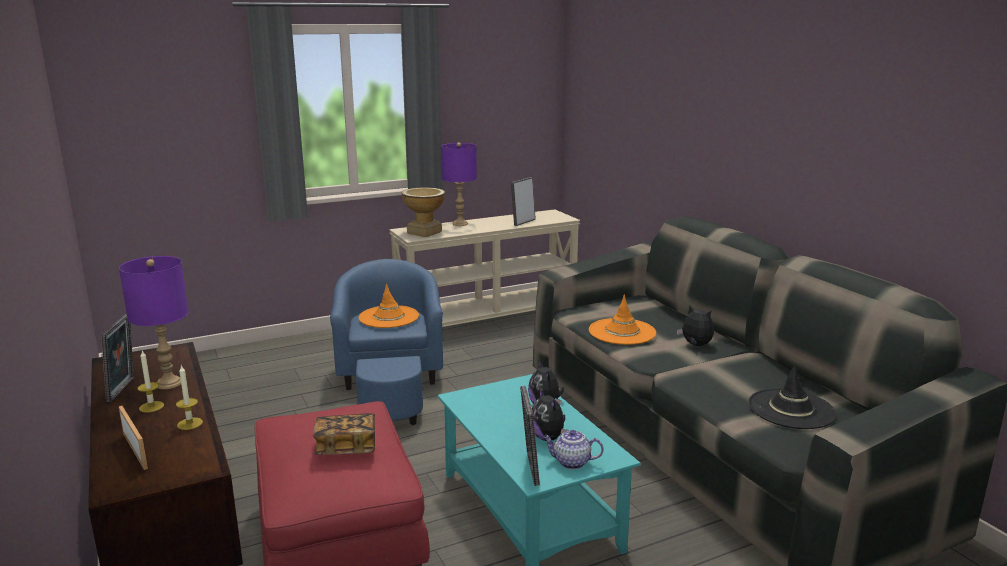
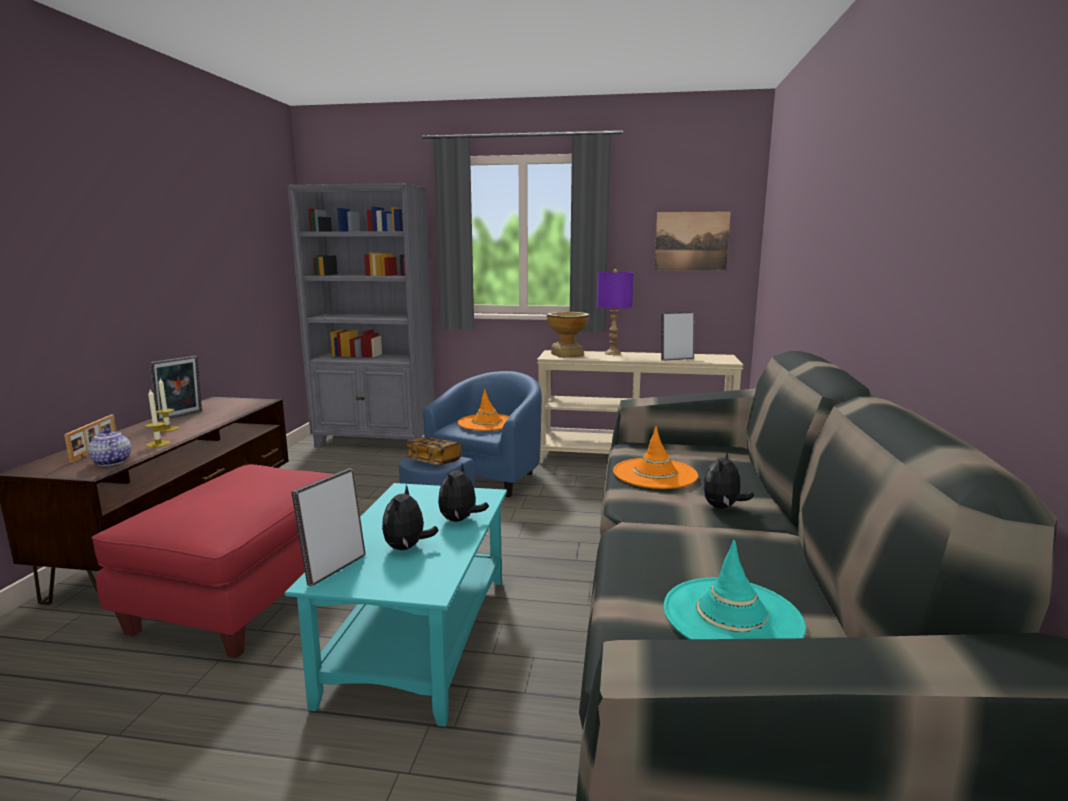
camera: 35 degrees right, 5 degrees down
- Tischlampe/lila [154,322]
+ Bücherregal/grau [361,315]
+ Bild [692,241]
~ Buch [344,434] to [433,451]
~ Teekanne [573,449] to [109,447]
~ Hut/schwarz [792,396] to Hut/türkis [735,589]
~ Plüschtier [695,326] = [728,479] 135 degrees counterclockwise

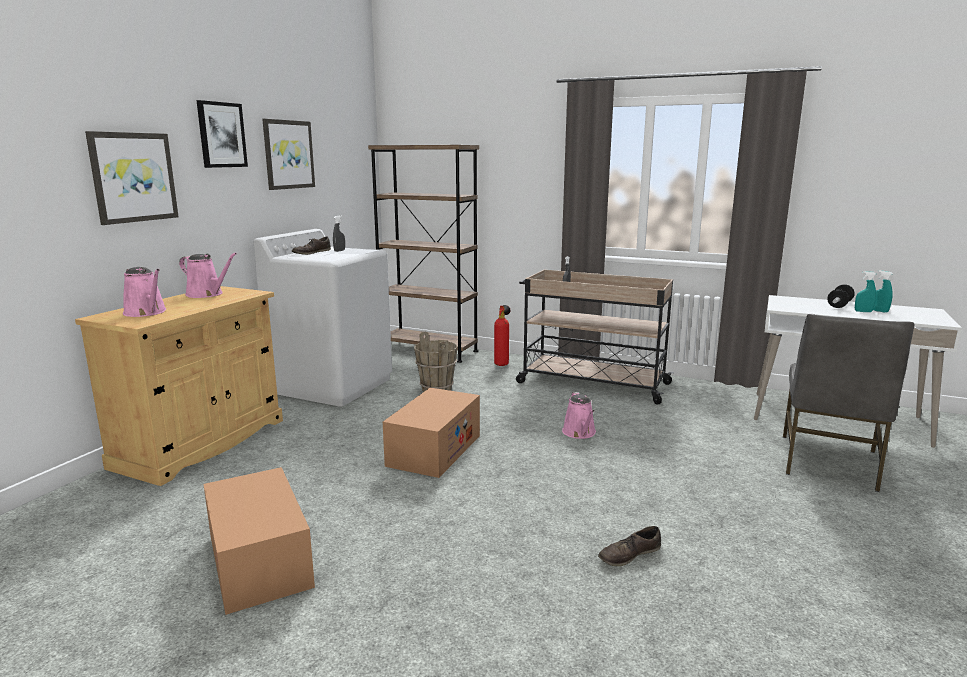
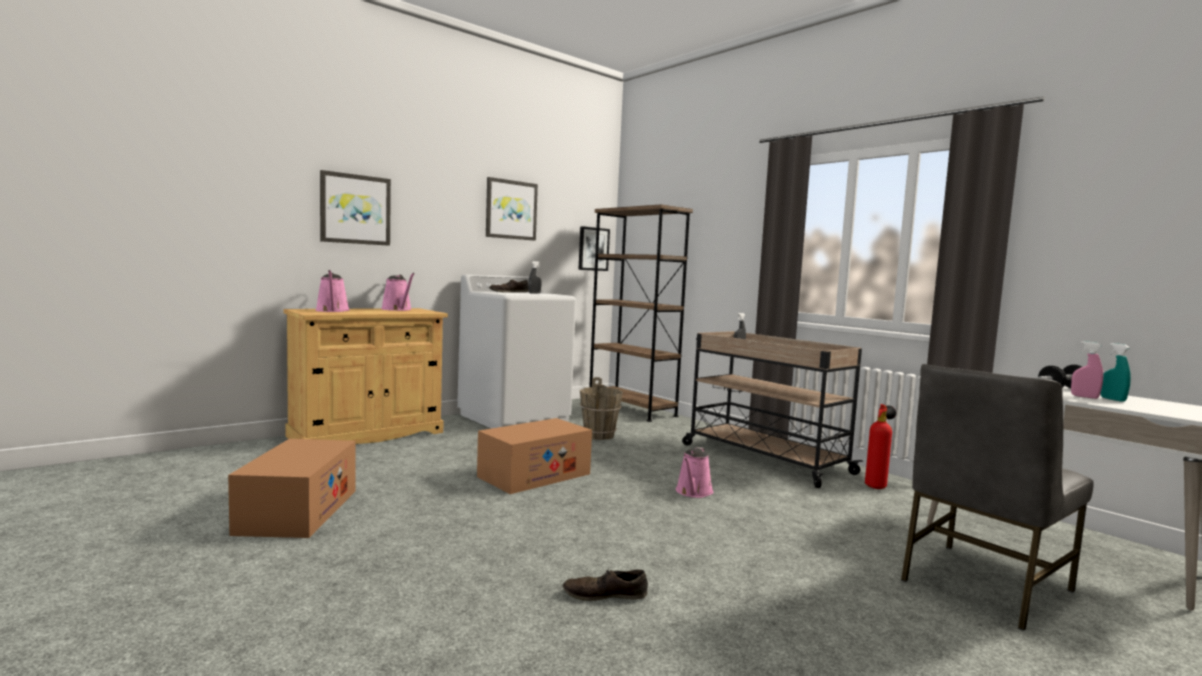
camera: 25 degrees right, 10 degrees down
~ Bild [222,134] to [594,248]
~ Feuerlöscher [502,335] to [880,446]
~ Sprühflasche/türkis [865,291] to Sprühflasche/rosa [1087,370]

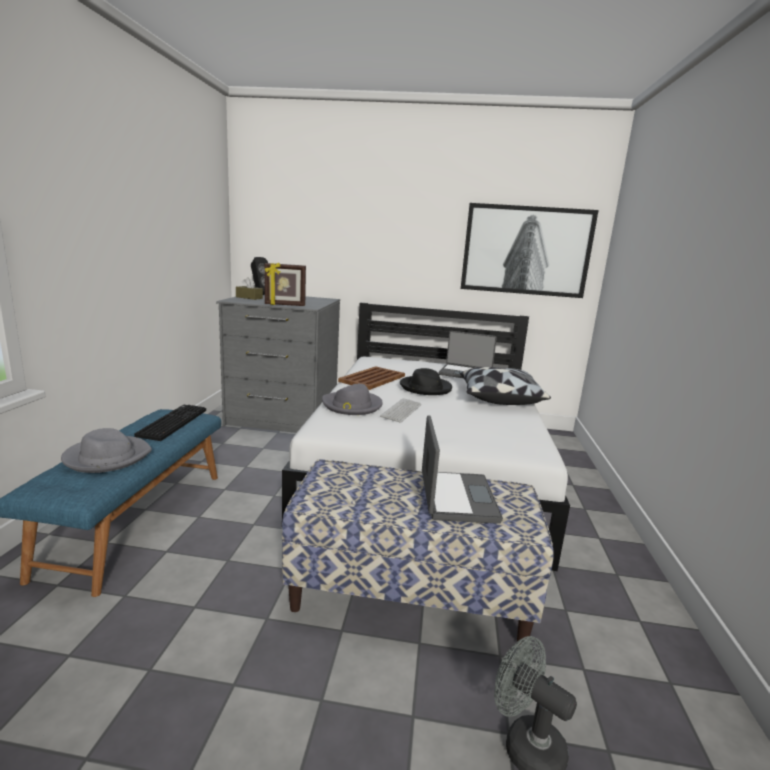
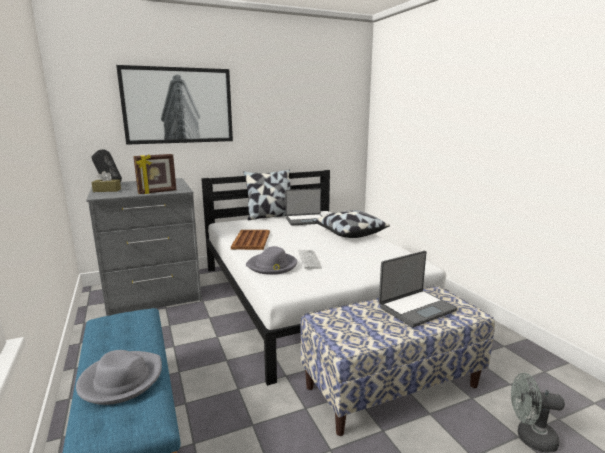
camera: 30 degrees left, 0 degrees up
- Tastatur [170,423]
- Hut/schwarz [426,381]
+ Kissen [266,195]
~ Bild [530,250] to [174,105]
~ Laptop [462,470] = [418,289] 90 degrees clockwise

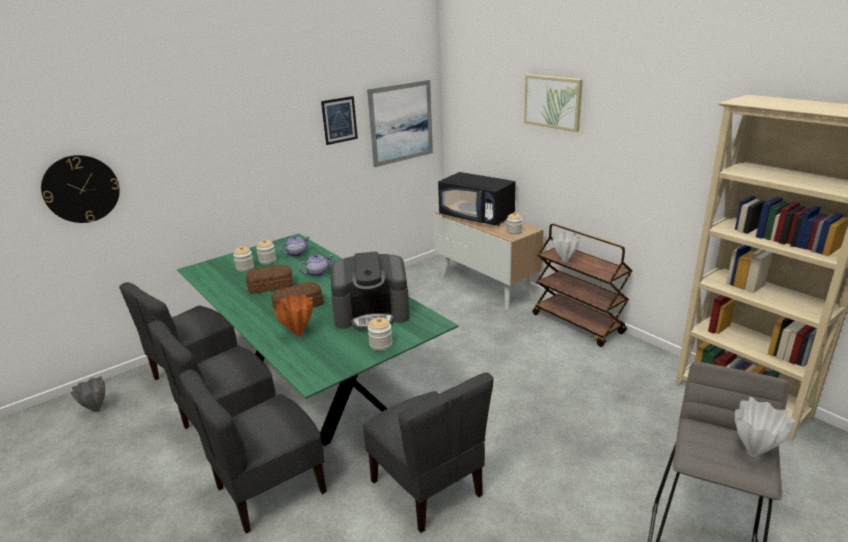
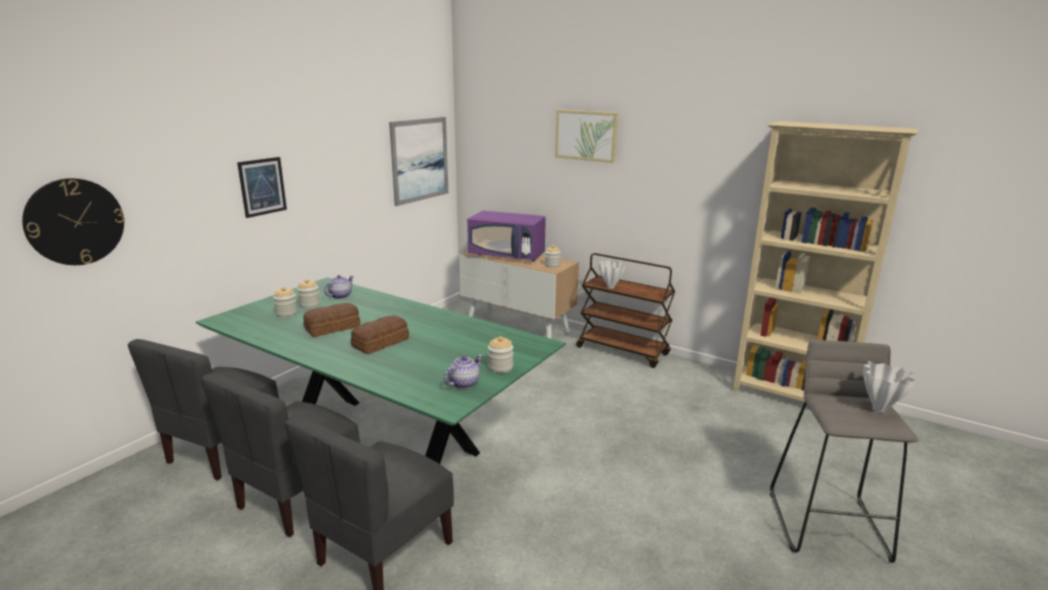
camera: 20 degrees left, 5 degrees down
- Vase/grau [88,394]
- Vase/orange [293,315]
- Kaffeemaschine [370,290]
- Stuhl/grau [428,452]
~ Teekanne [316,265] to [463,372]
~ Bild [339,120] to [262,187]
~ Mikrowelle/schwarz [477,199] to Mikrowelle/lila [506,236]

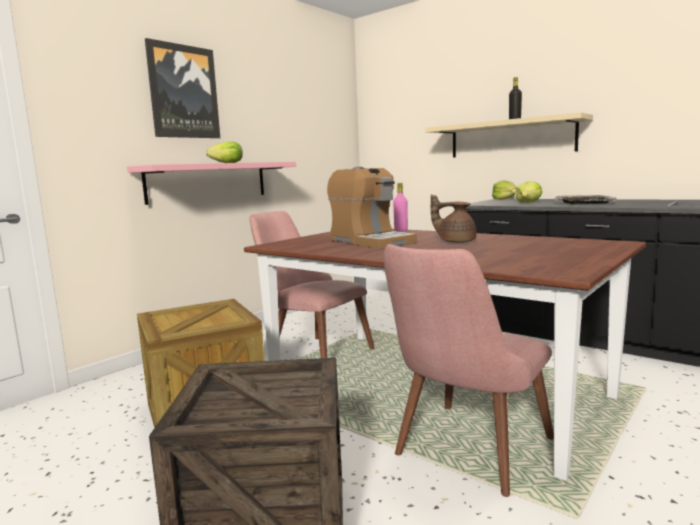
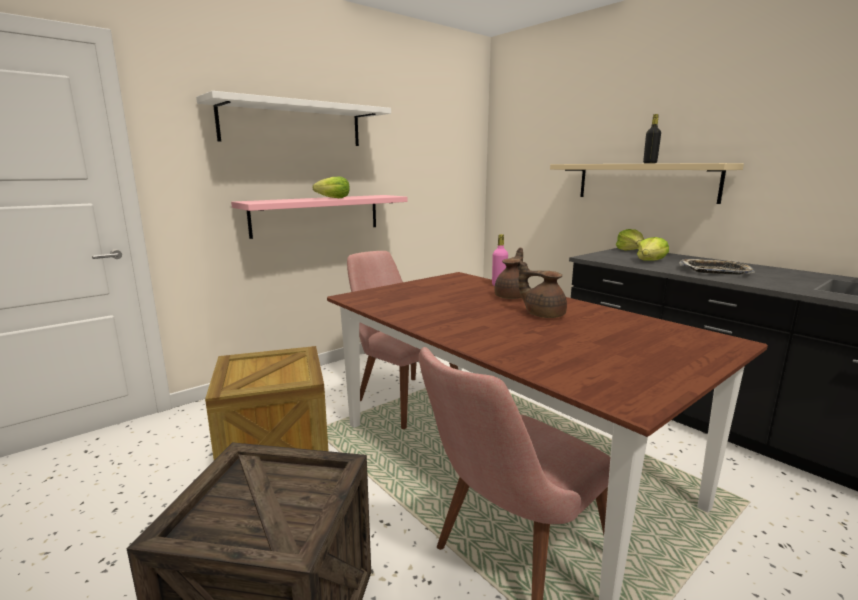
camera: 10 degrees right, 5 degrees up
- Kaffeemaschine [372,208]
+ Teekanne/braun [511,273]
~ Bild [182,88] to Wandregal/weiß [293,118]

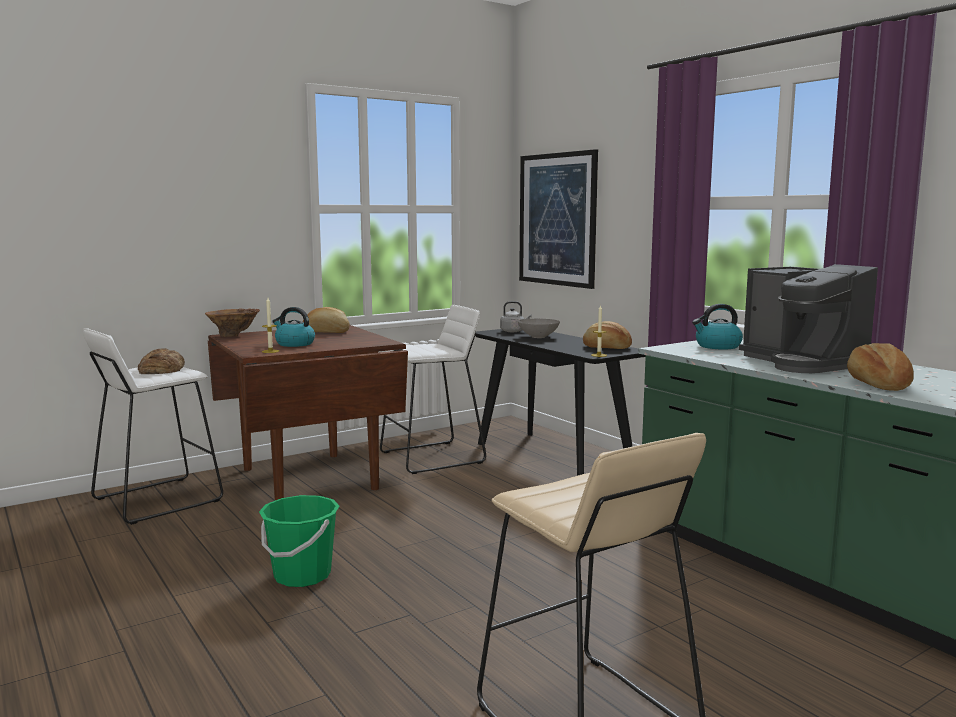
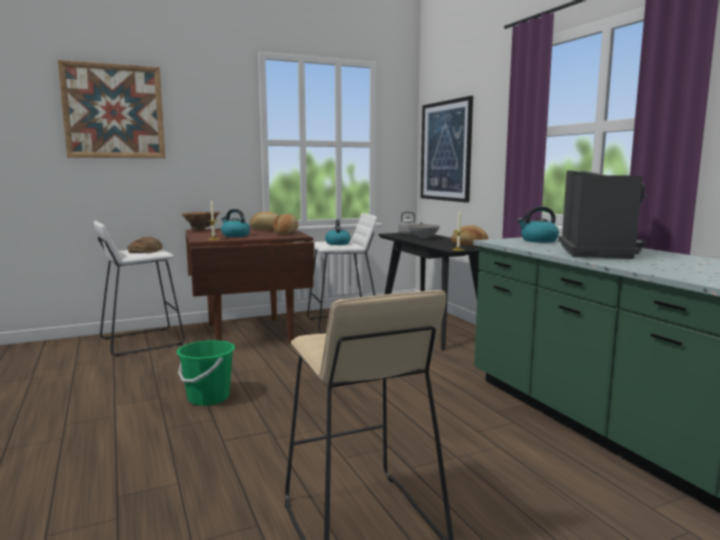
camera: 10 degrees right, 0 degrees up
+ Bild [111,109]
+ Wasserkessel [338,232]
~ Brot [880,367] to [285,224]
~ Kaffeemaschine [808,318] = [603,215] 150 degrees counterclockwise

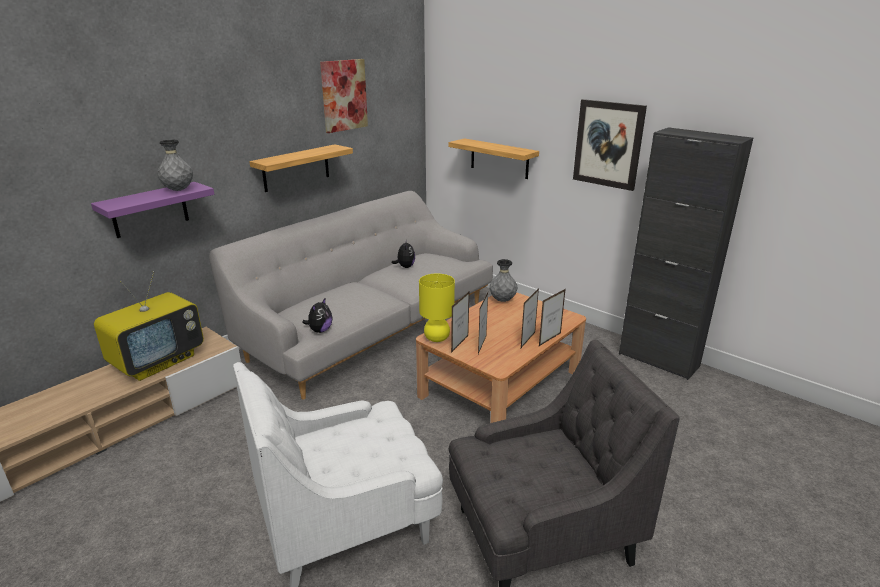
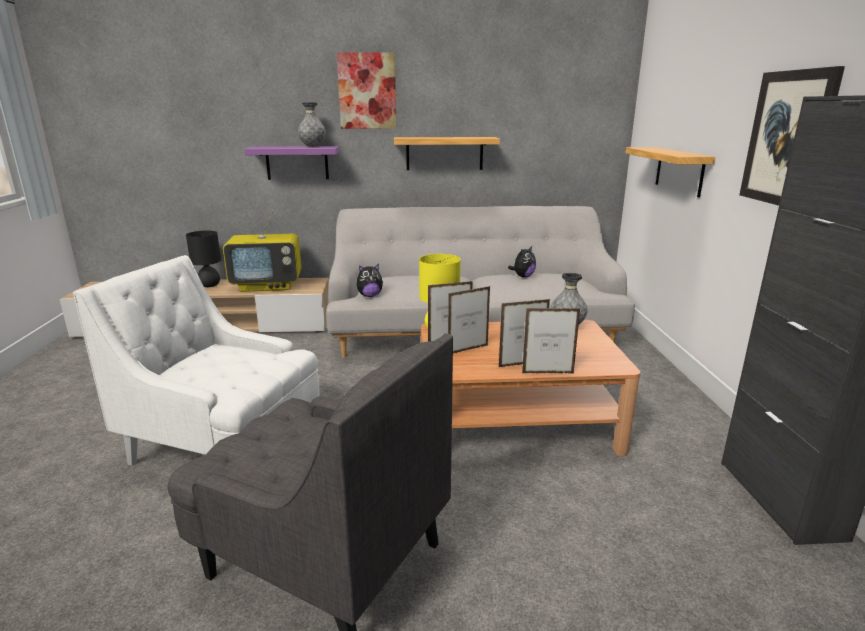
camera: 45 degrees right, 5 degrees down
+ Tischlampe/schwarz [203,258]
~ Bild [344,96] to [366,90]

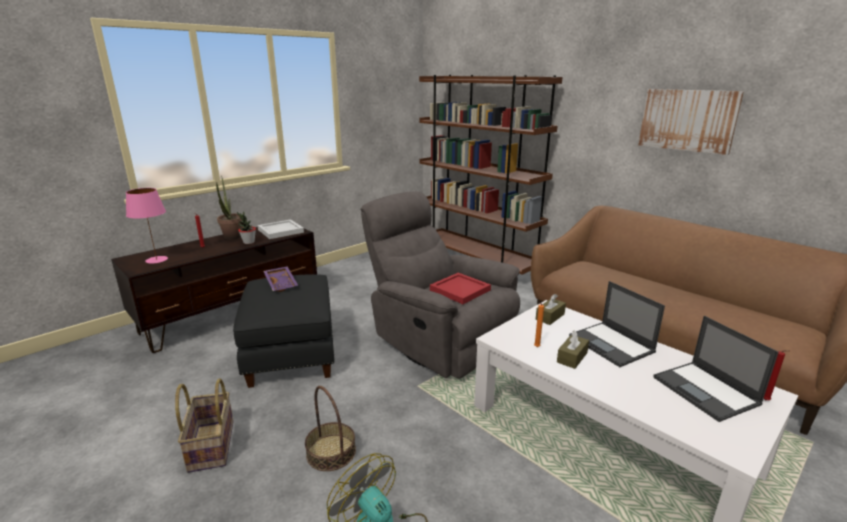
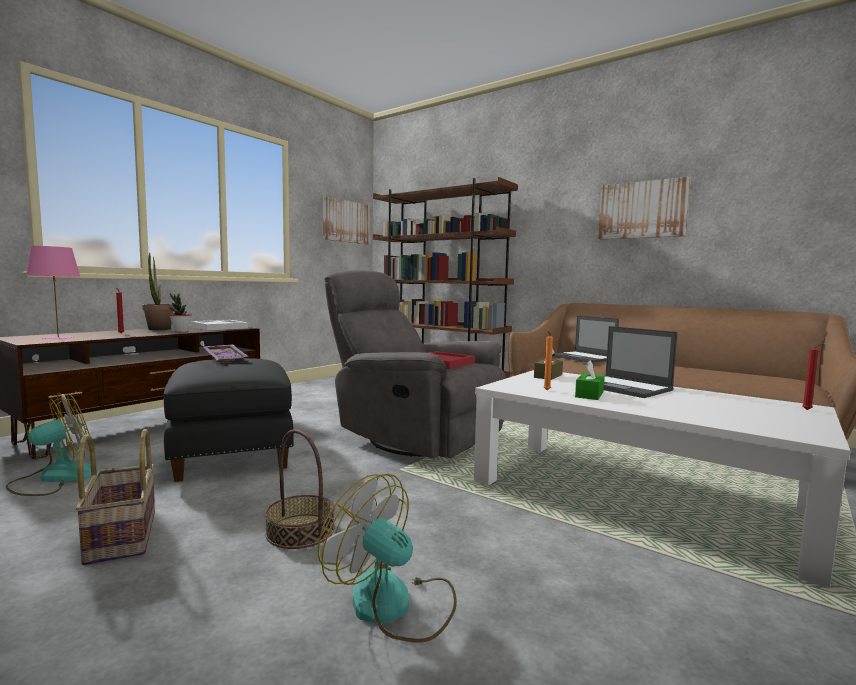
camera: 10 degrees left, 15 degrees down
+ Ventilator [52,444]
+ Bild [346,220]
~ Laptop [716,369] to [585,339]
~ Taschentuchbox/braun [573,349] to Taschentuchbox/grün [590,380]

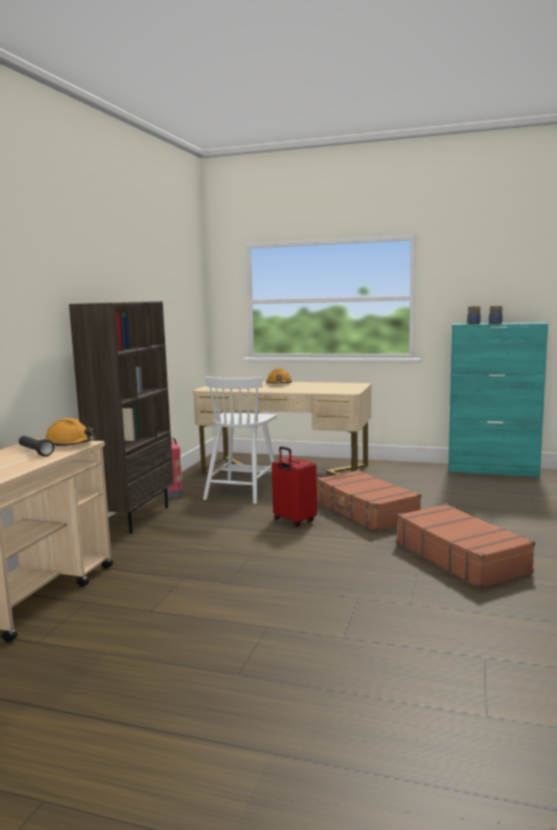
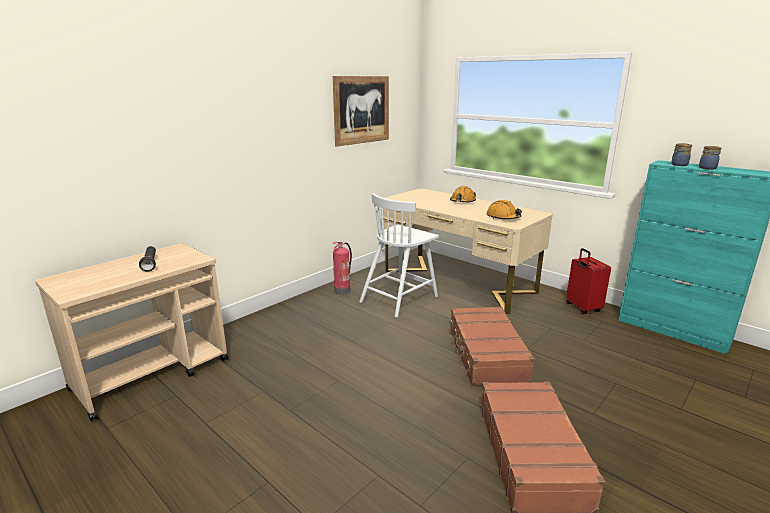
camera: 25 degrees right, 10 degrees up
- Bücherregal/braun [121,417]
+ Bild [361,111]
~ Schutzhelm/orange [70,432] to [504,209]
~ Koffer/rot [294,486] to [588,281]

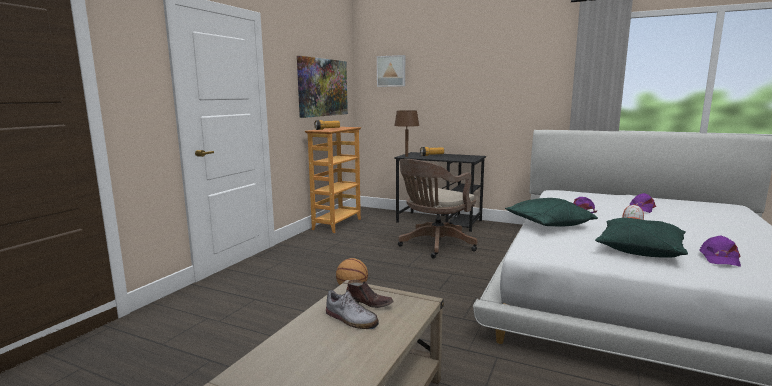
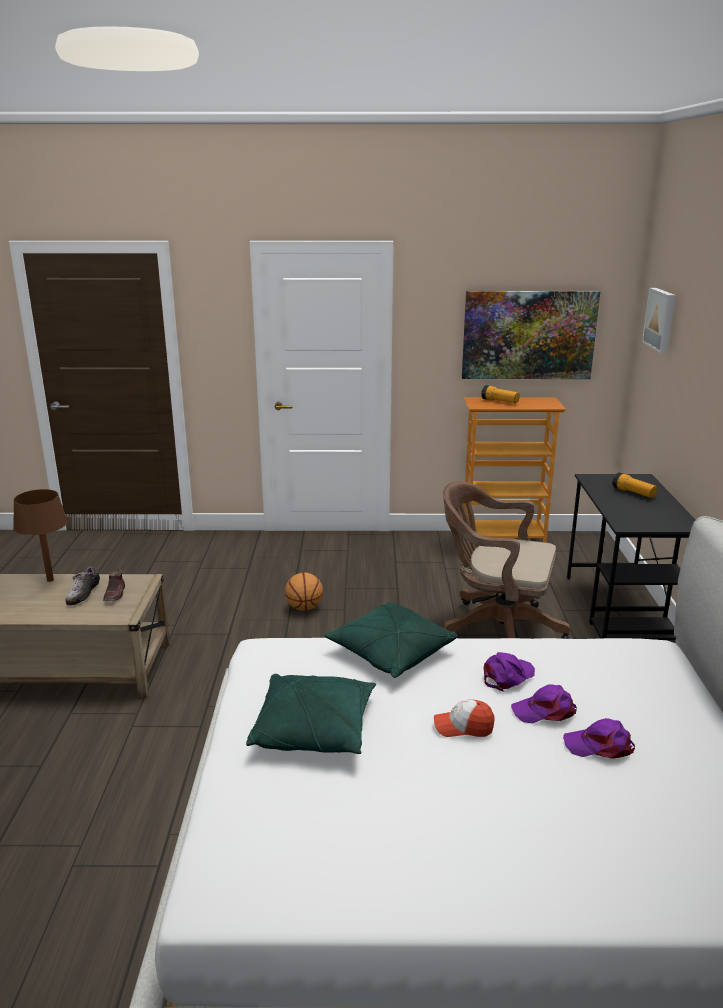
camera: 65 degrees right, 10 degrees up
~ Tischlampe/braun [406,133] to [40,535]
~ Kappe/lila [720,251] to [544,704]

